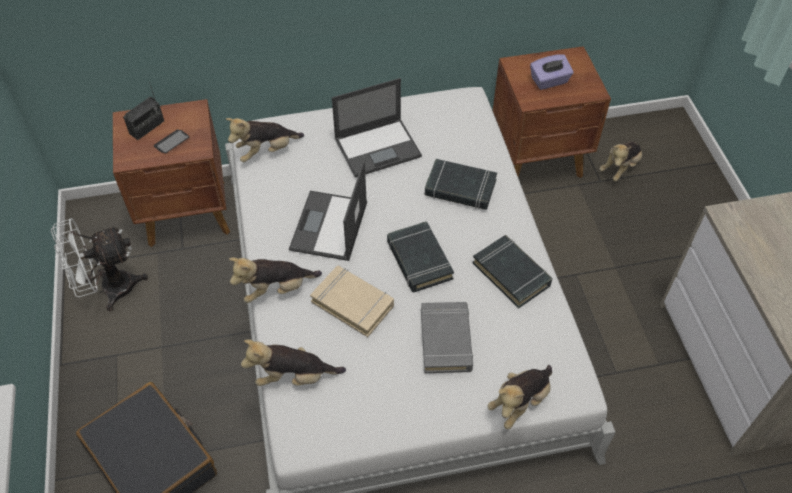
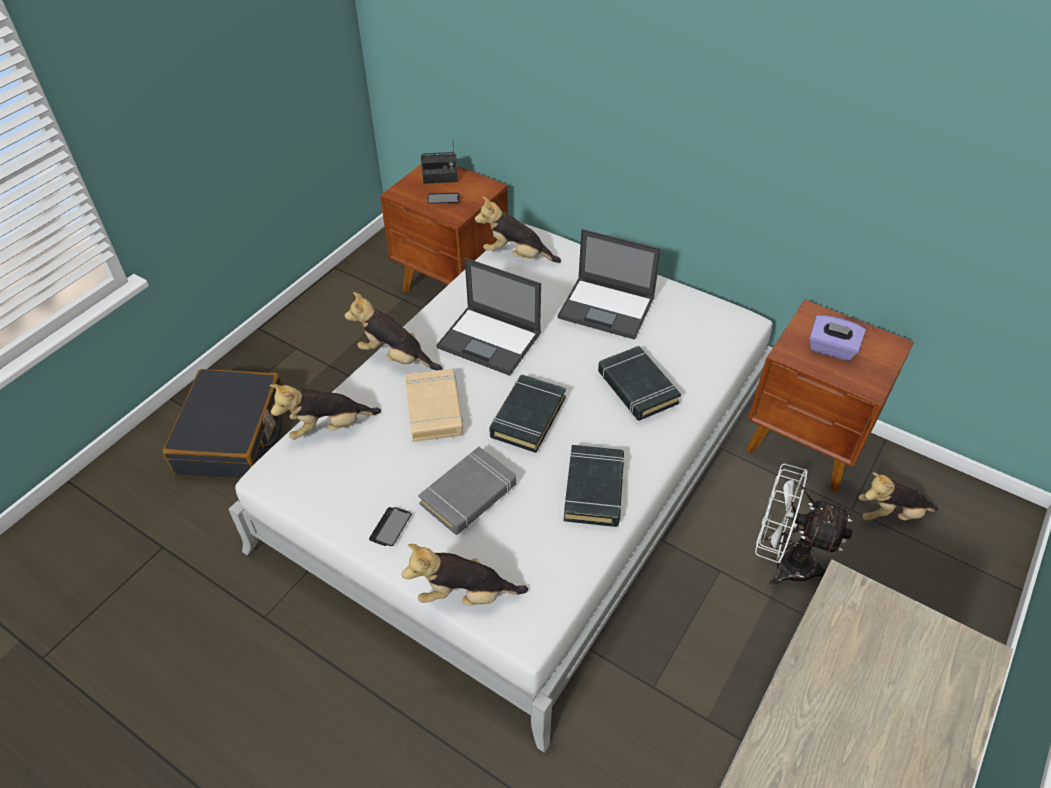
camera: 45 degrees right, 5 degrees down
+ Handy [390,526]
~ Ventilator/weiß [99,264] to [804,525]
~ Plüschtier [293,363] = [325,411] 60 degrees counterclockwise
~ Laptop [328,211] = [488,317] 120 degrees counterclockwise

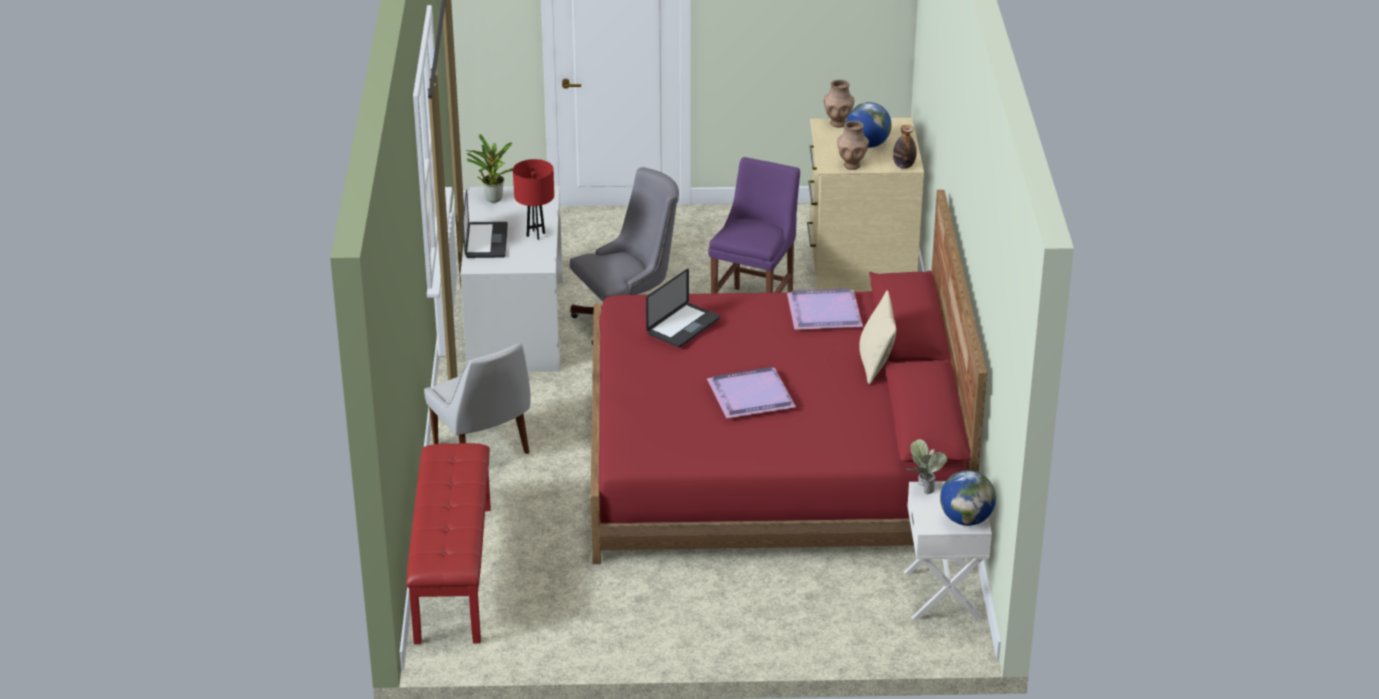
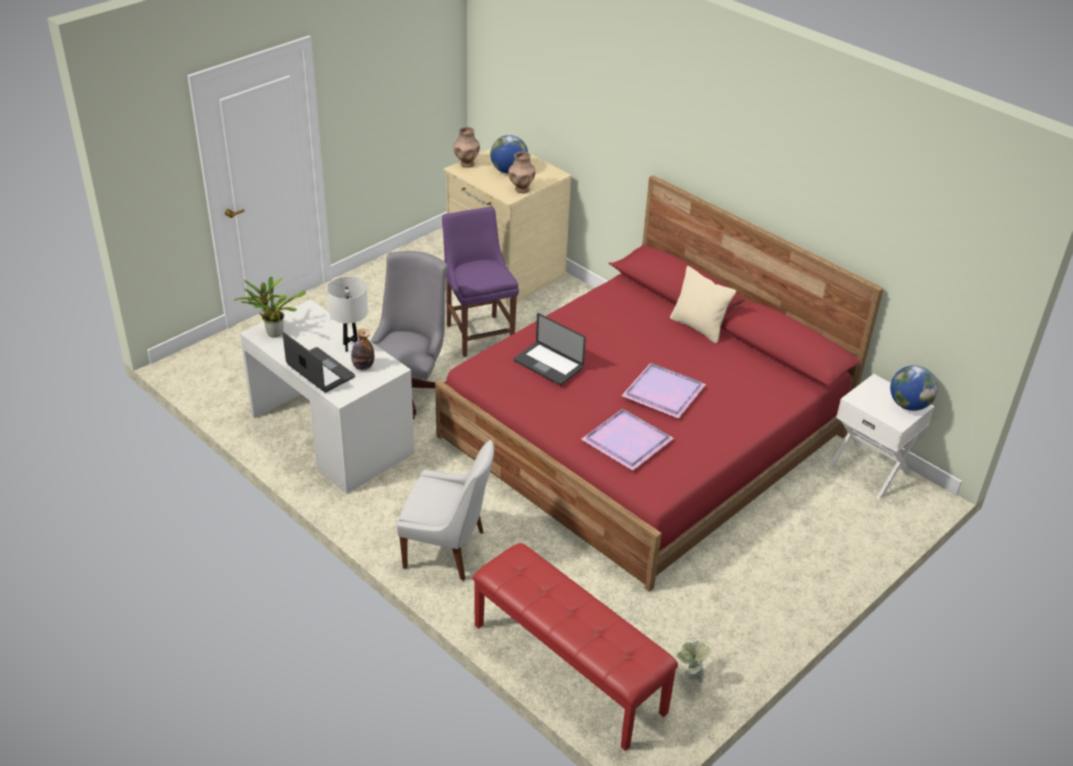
camera: 45 degrees left, 5 degrees up
~ Tablett/lila [825,309] to [627,440]
~ Flasche [904,147] to [362,349]
~ Topfpflanze [926,466] to [693,661]
~ Tischlampe/rot [533,199] to Tischlampe/weiß [347,314]
~ Laptop [683,308] = [550,349] 135 degrees clockwise

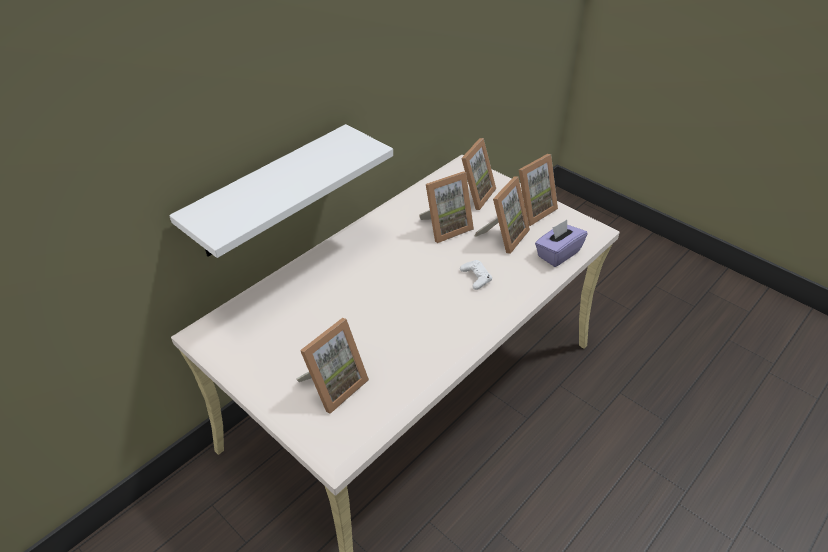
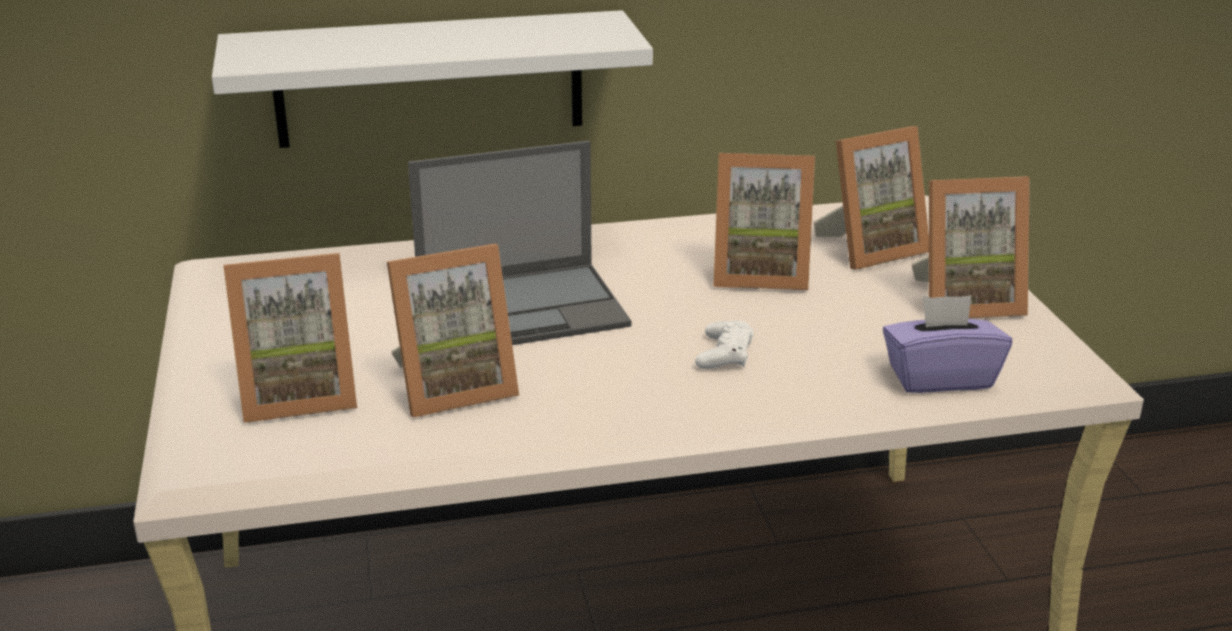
camera: 35 degrees right, 15 degrees down
+ Laptop [520,243]
~ Bilderrahmen [502,215] to [453,331]

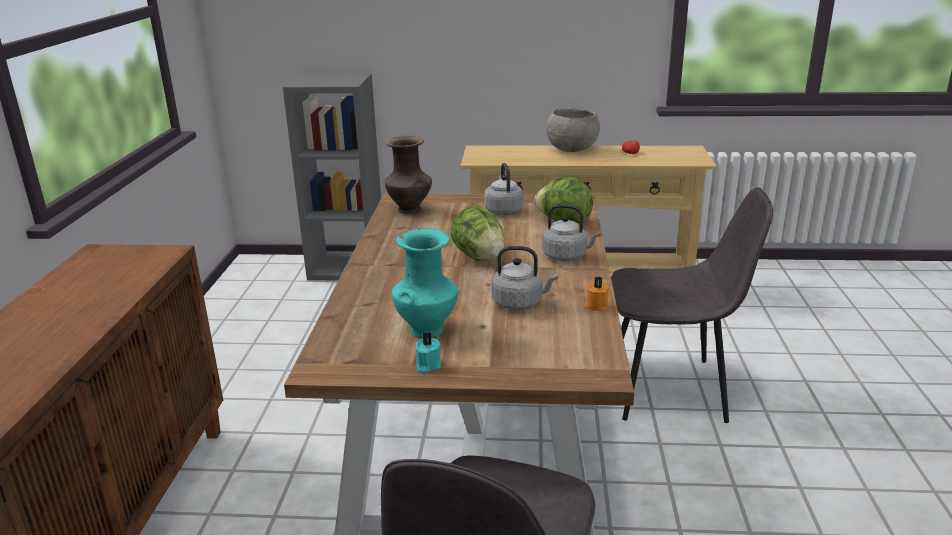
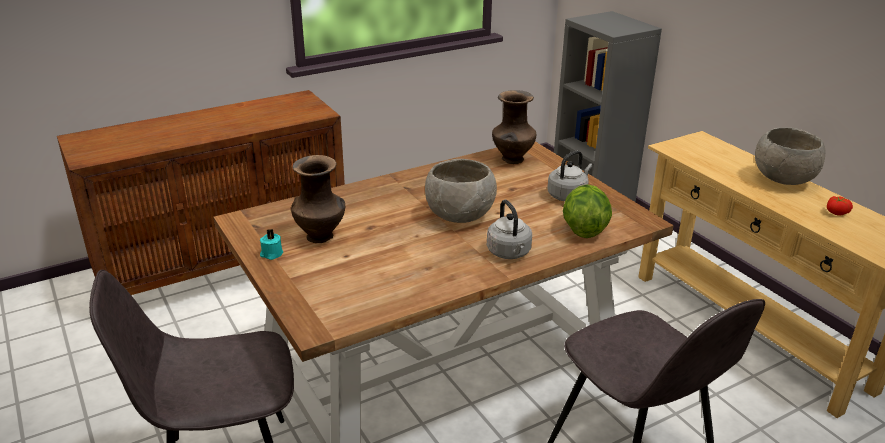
camera: 55 degrees right, 5 degrees up
- Wasserkessel/grau [525,278]
- Kerze/orange [597,293]
~ Salatkopf [478,233] to Schüssel/grau [461,191]
~ Vase/türkis [425,283] to Vase/braun [318,199]

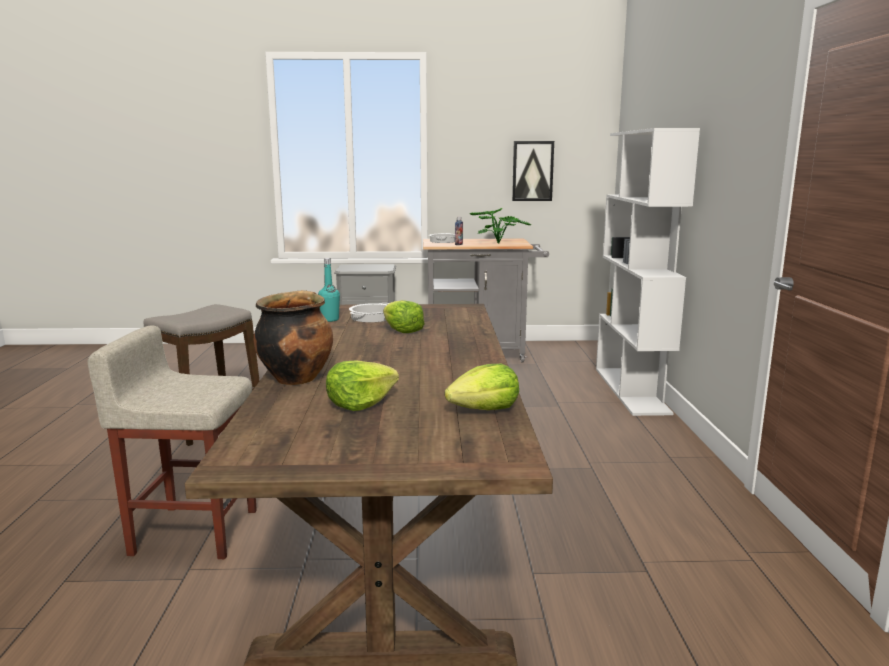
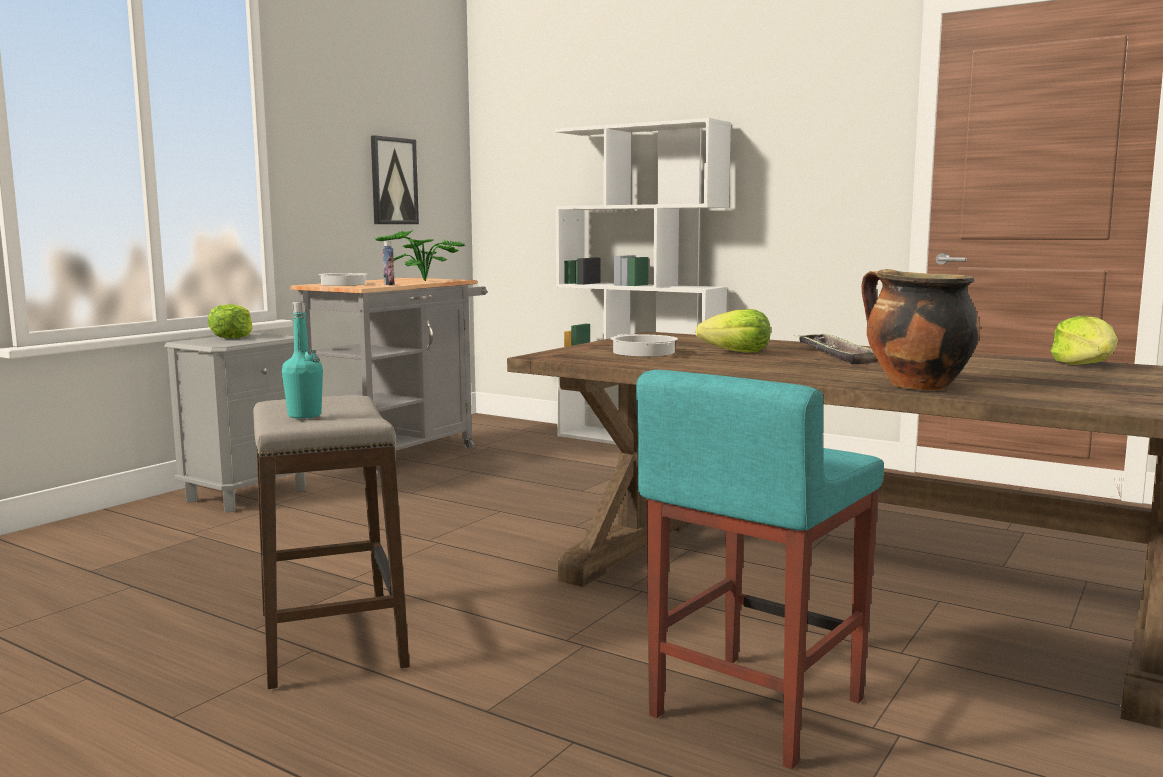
camera: 55 degrees left, 5 degrees down
+ Tablett [836,349]
~ Flasche/türkis [329,290] to [302,360]
~ Salatkopf [362,385] to [230,321]
~ Hocker/beige [172,442] to Hocker/türkis [760,569]

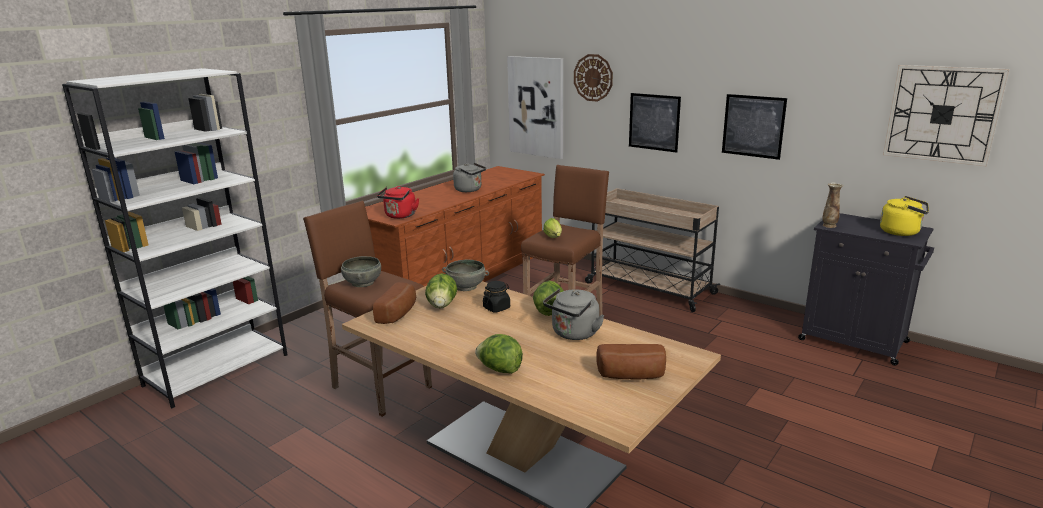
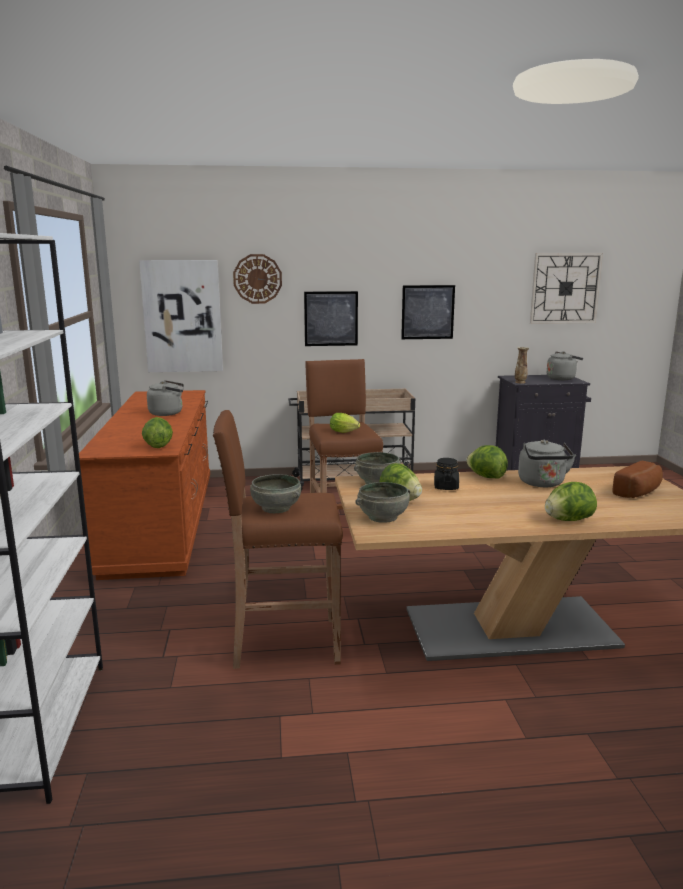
camera: 45 degrees left, 5 degrees down
~ Brot [394,303] to Schüssel/grau [383,502]
~ Wasserkessel/rot [398,202] to Salatkopf [157,432]
~ Wasserkessel/gelb [904,216] to Wasserkessel/grau [565,365]

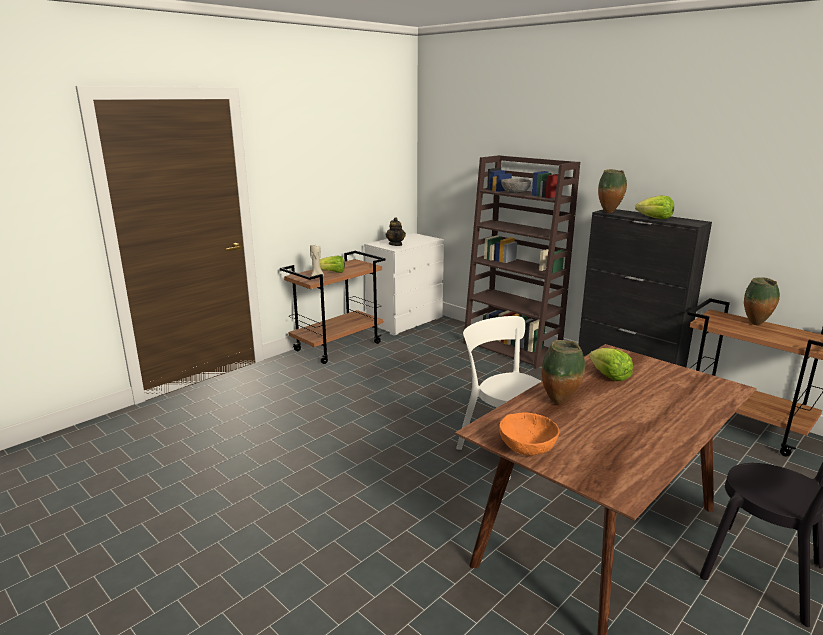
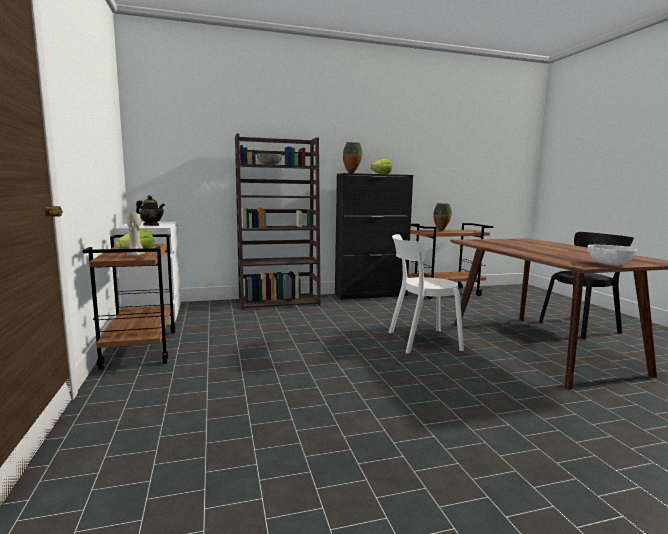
camera: 60 degrees left, 10 degrees down
- Vase [563,372]
- Salatkopf [611,364]
~ Schüssel/orange [529,434] to Schüssel/weiß [612,254]

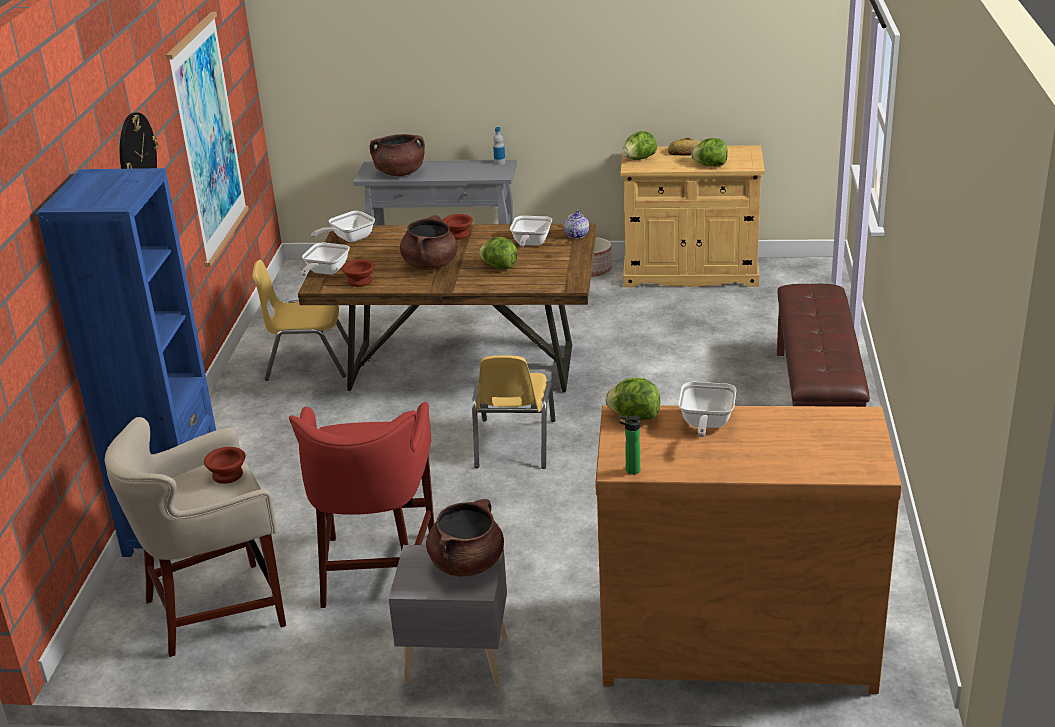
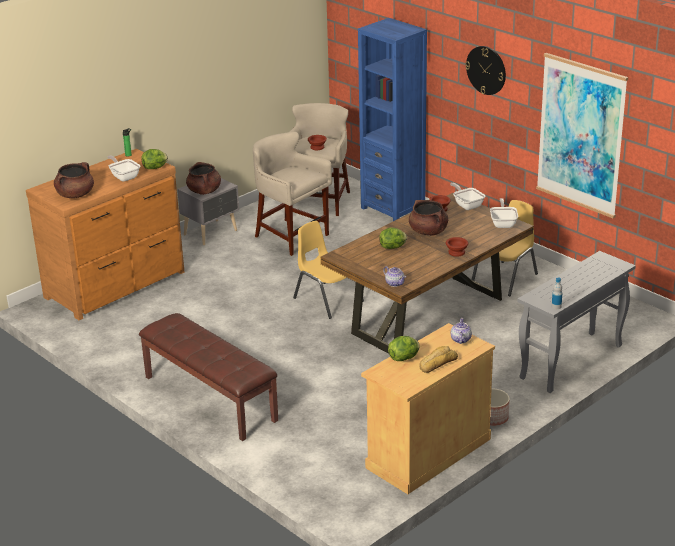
camera: 130 degrees right, 0 degrees up
- Pfanne [531,231]
~ Kochtopf/braun [397,155] to [74,180]
~ Salatkopf [640,145] to Teekanne [461,331]
~ Hocker/rot [361,505] to Hocker/beige [292,194]

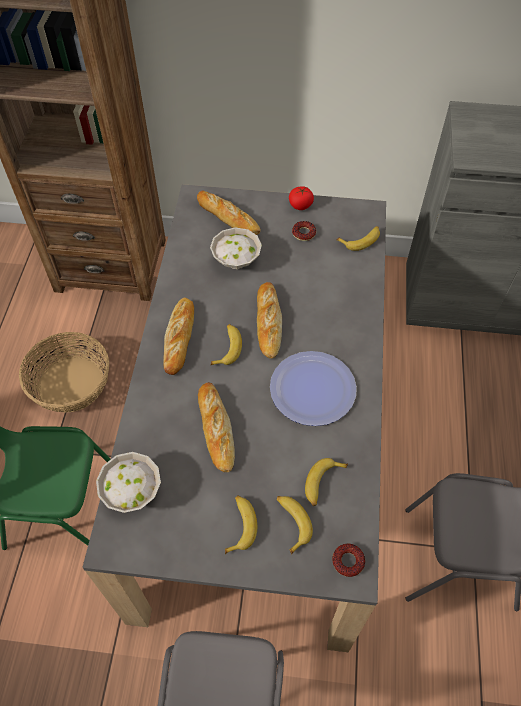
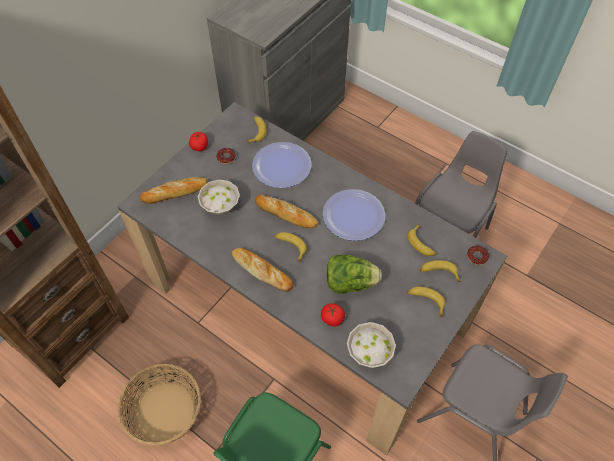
camera: 60 degrees left, 0 degrees up
+ Teller [282,165]
+ Tomate [333,315]
~ Brot [216,427] to Salatkopf [354,273]

